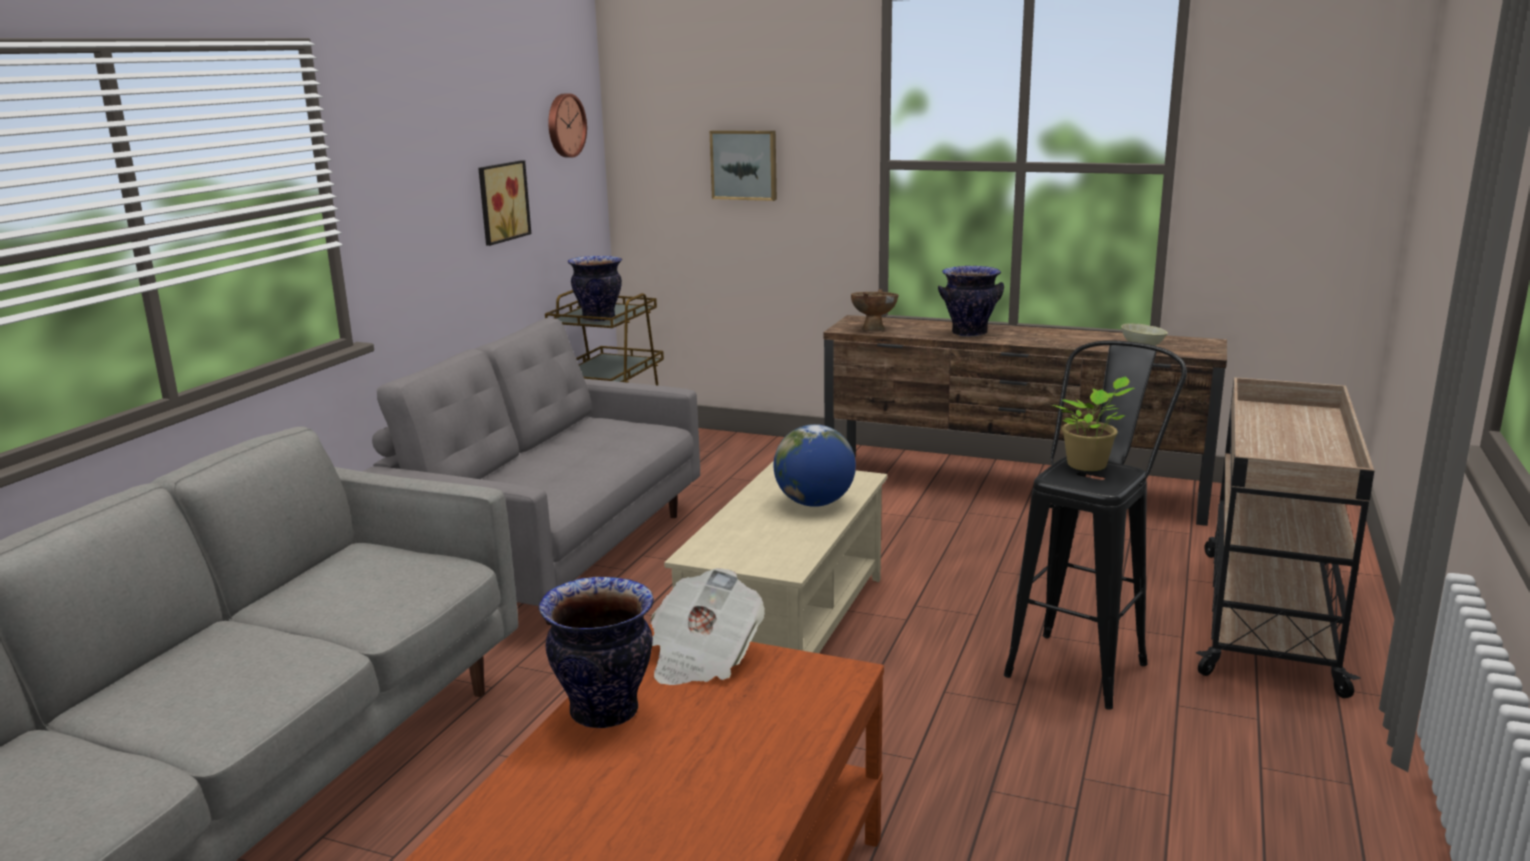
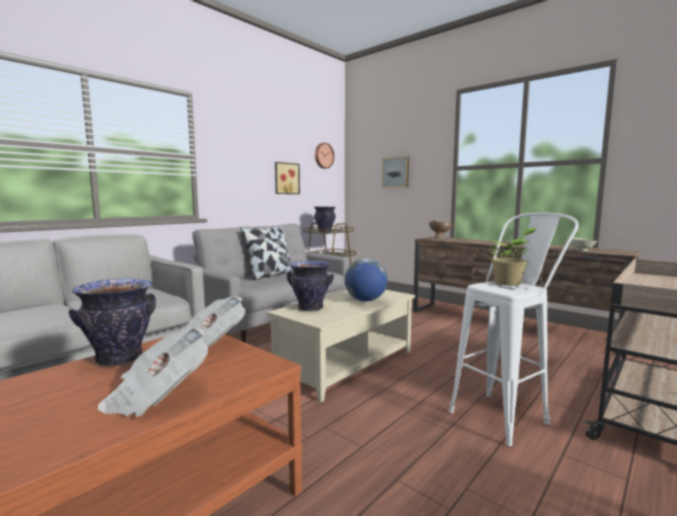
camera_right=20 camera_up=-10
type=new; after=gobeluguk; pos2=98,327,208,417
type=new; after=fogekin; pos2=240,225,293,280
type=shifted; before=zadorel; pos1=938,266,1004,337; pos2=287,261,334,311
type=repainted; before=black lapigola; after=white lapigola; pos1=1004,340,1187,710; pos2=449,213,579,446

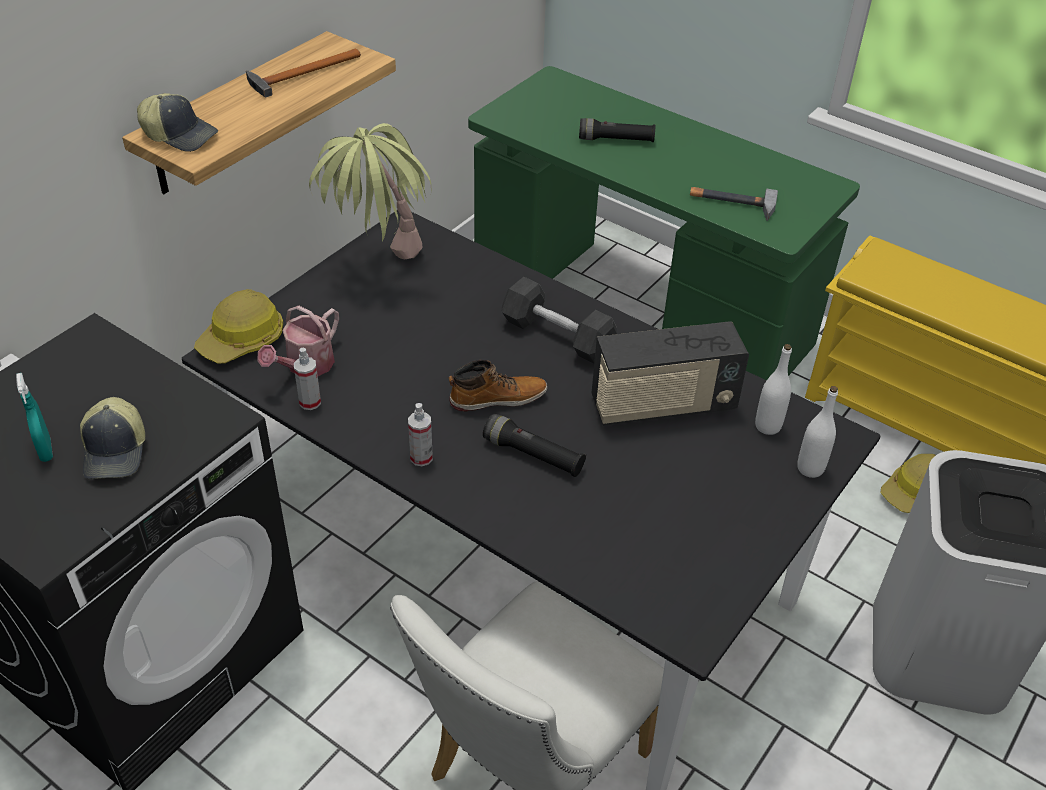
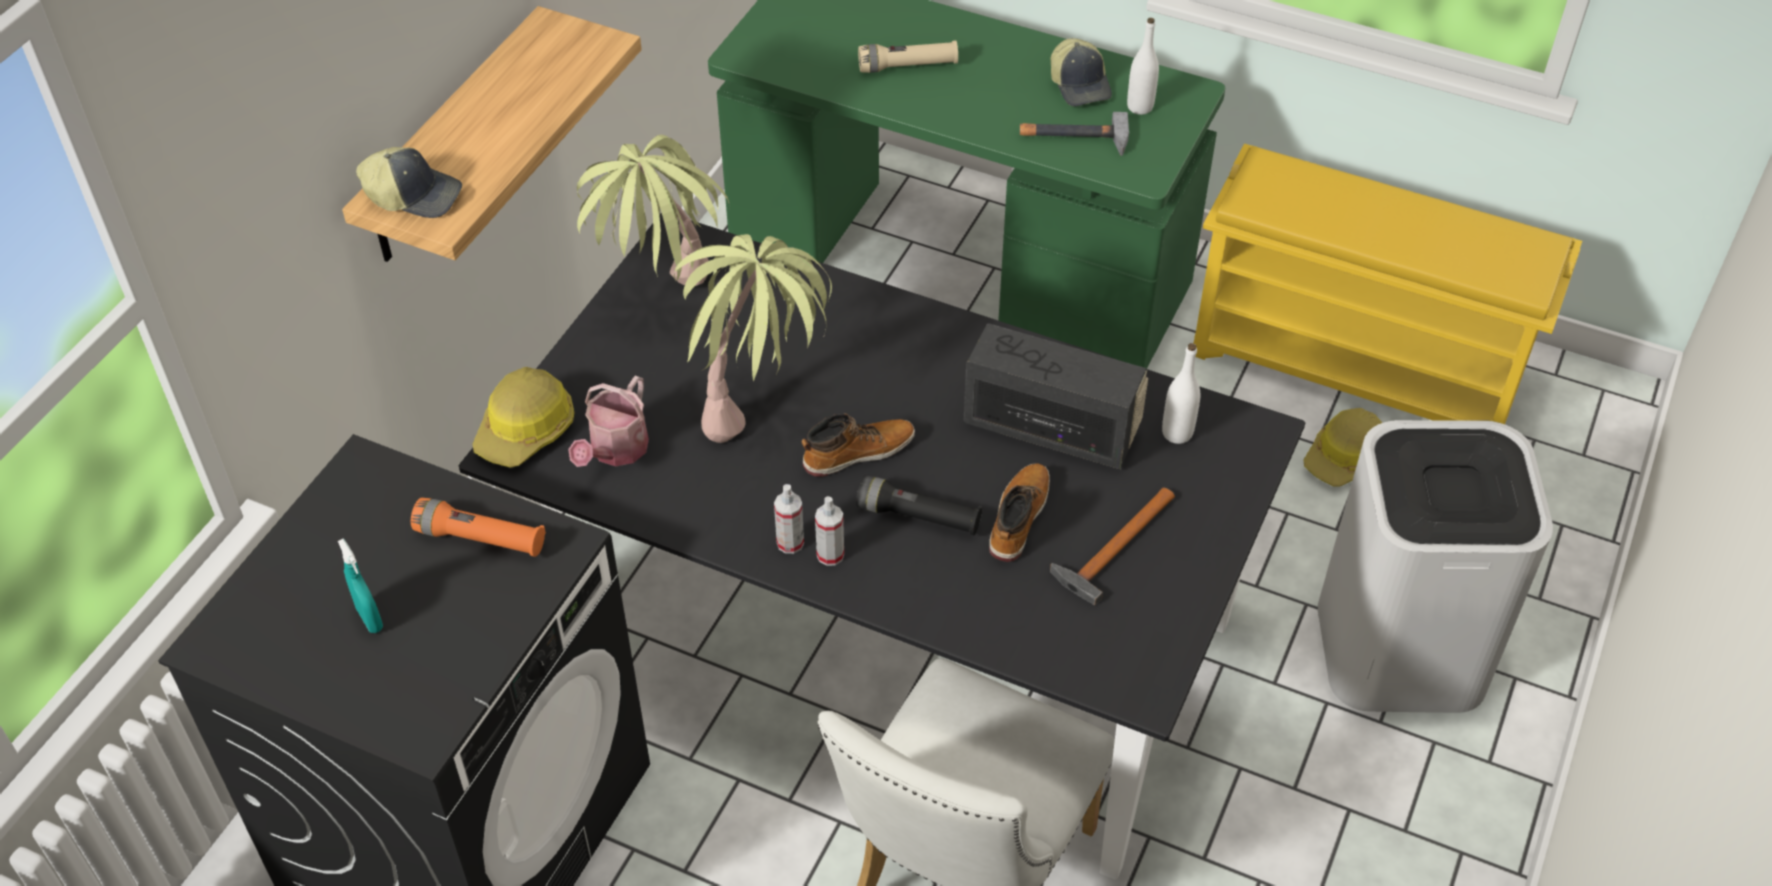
camera_right=-10 camera_up=5
type=gone; before=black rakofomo; pos1=501,277,617,363
type=new; after=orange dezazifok; pos2=411,498,546,557
type=new; after=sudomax; pos2=674,234,832,443
type=new; after=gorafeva; pos2=989,463,1050,562
type=shifted; before=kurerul; pos1=80,397,145,479; pos2=1051,38,1112,106
type=shifted; before=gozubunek; pos1=246,48,361,98; pos2=1050,488,1175,605
type=shifted; before=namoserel; pos1=294,348,321,410; pos2=815,496,844,566
type=shifted; before=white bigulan; pos1=797,386,838,478; pos2=1127,18,1159,115
type=repainted; before=black dezazifok; after=beige dezazifok; pos1=579,118,655,142; pos2=858,41,958,73
type=rotated; before=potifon; pos1=592,321,749,426; pos2=964,324,1148,469; turn=-135

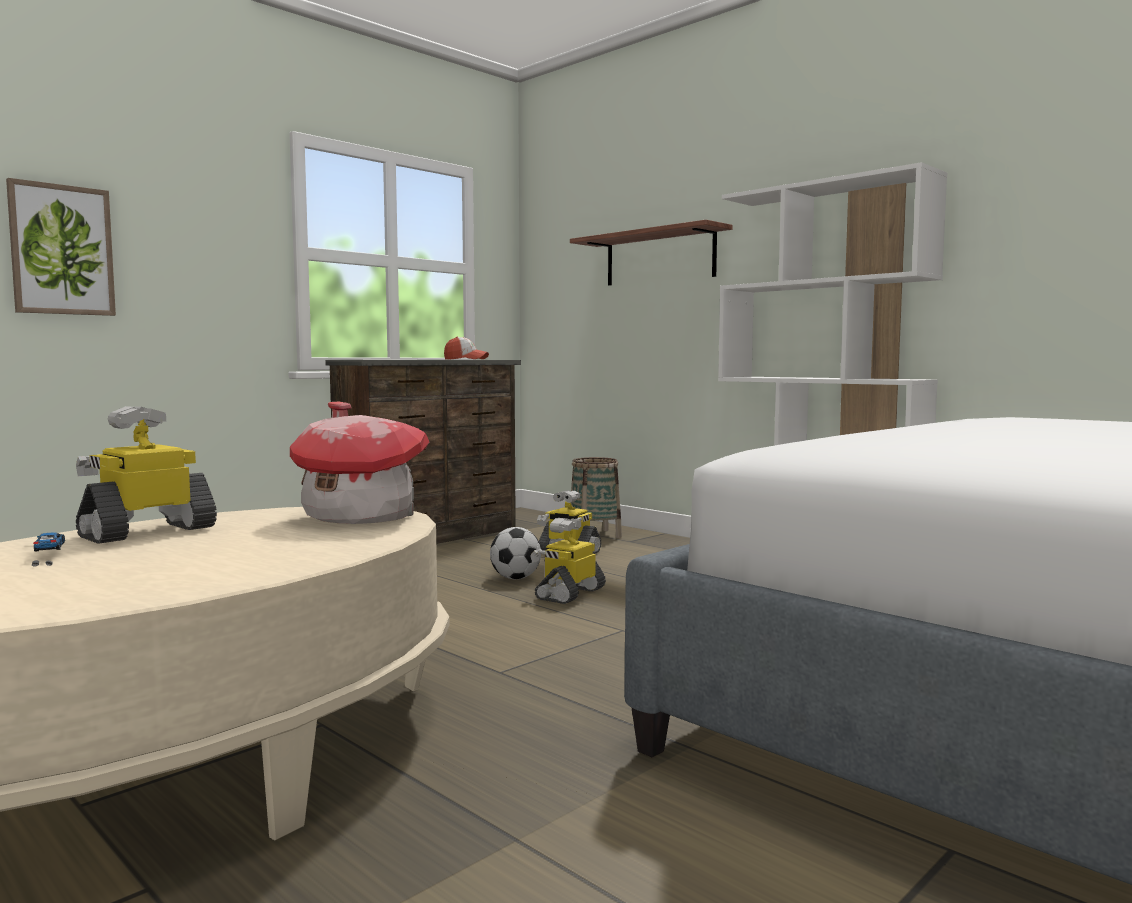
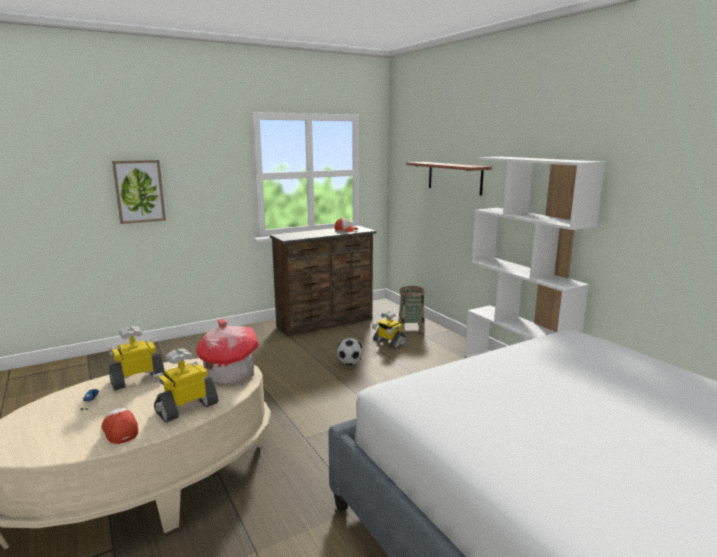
camera_right=15 camera_up=10
type=new; after=kurerul; pos2=101,408,138,444
type=shifted; before=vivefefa; pos1=530,518,606,604; pos2=152,349,218,422

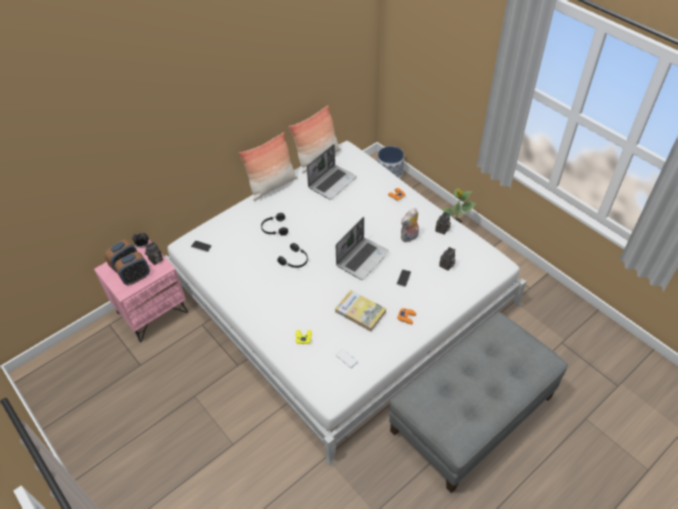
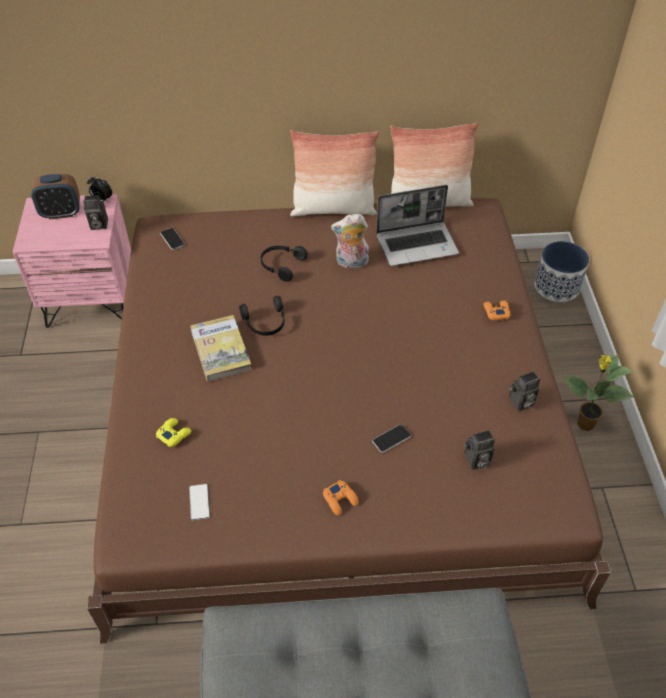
camera_right=35 camera_up=0
type=gone; before=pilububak; pos1=115,252,150,285
type=gone; before=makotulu; pos1=336,217,389,280
type=shifted; before=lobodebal; pos1=335,290,386,331; pos2=190,315,252,382
type=shifted; before=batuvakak; pos1=401,208,419,242; pos2=331,213,369,268
type=repainted; before=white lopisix; after=brown lopisix; pos1=165,141,527,466; pos2=87,198,611,644

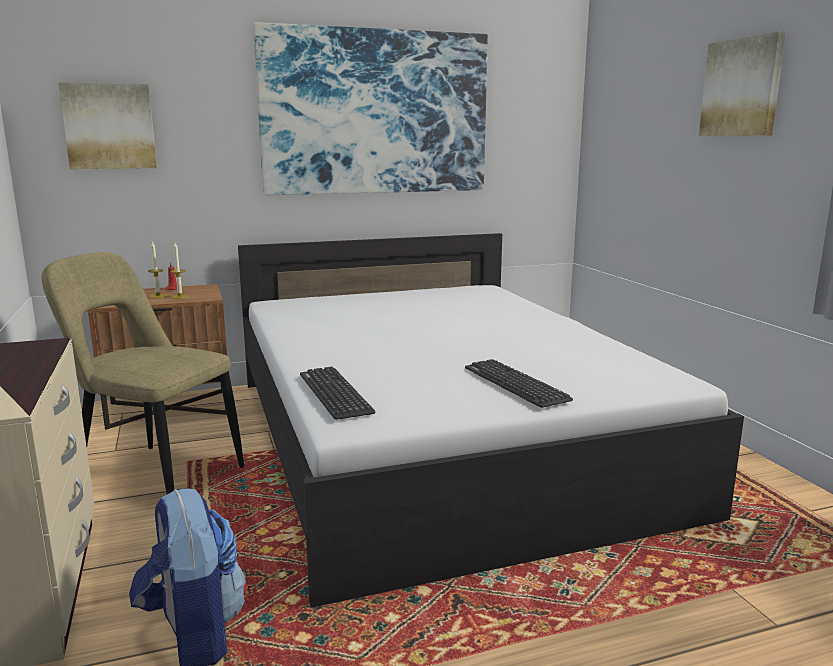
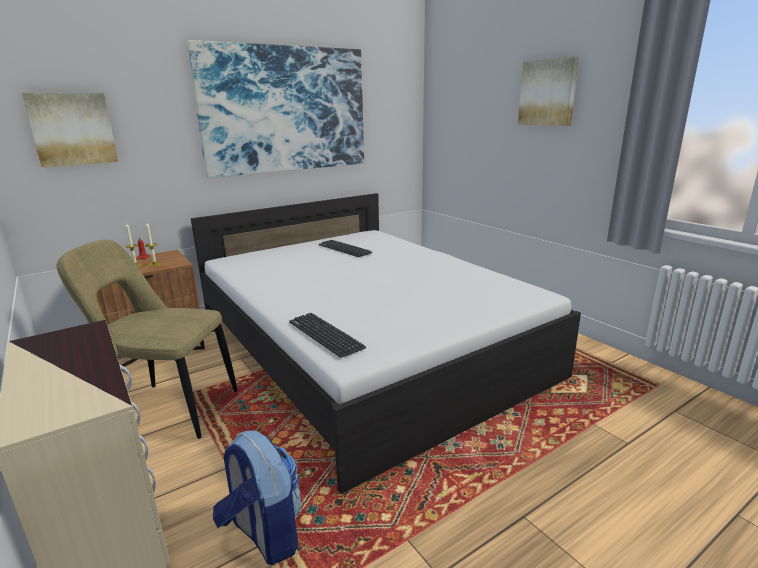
camera_right=-15 camera_up=5
type=shifted; before=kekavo; pos1=465,359,573,408; pos2=319,240,372,257

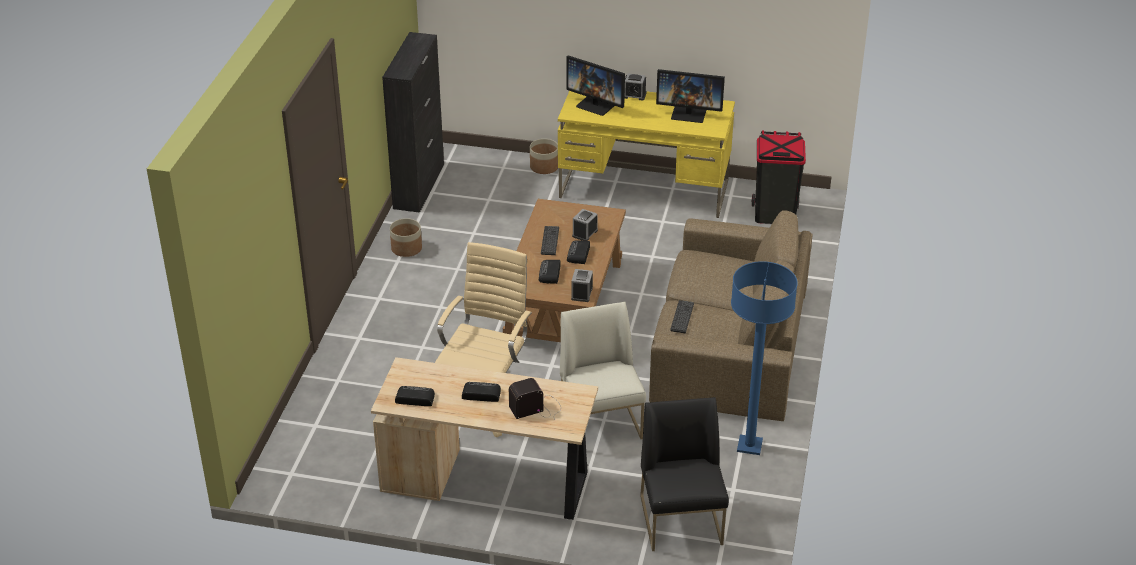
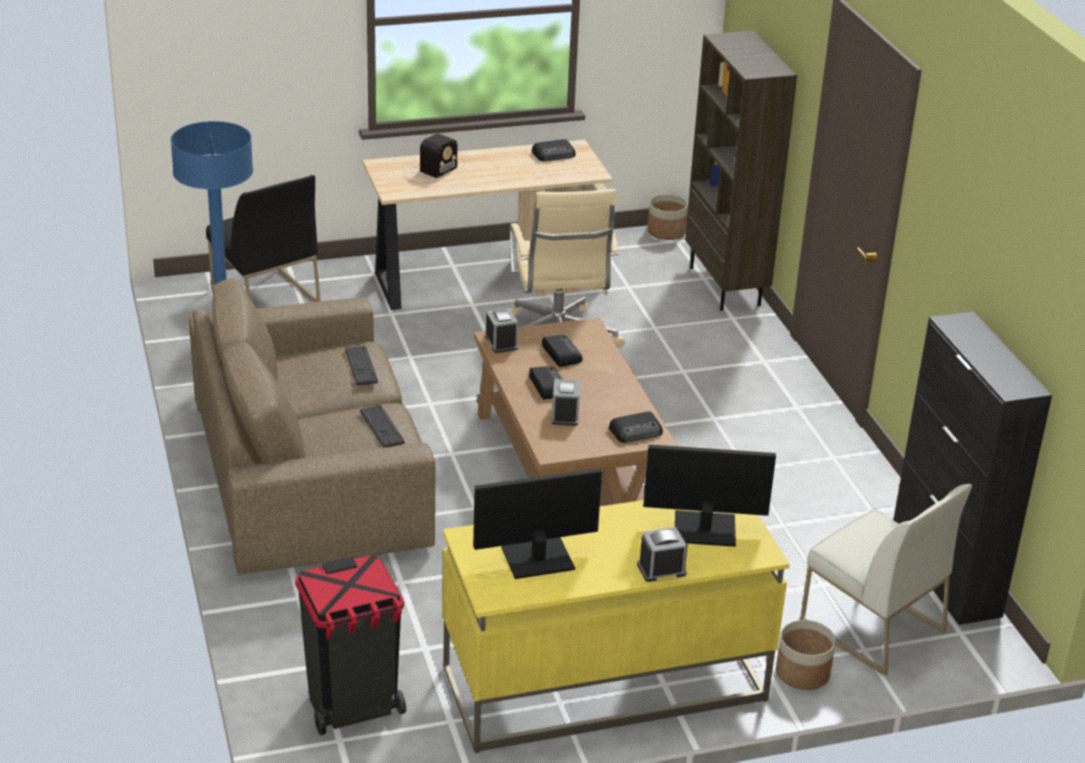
camera_right=150 camera_up=-5
type=new; after=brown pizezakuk; pos2=685,31,797,311
type=shifted; before=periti; pos1=390,218,422,257; pos2=647,194,688,240
type=shifted; before=potifon; pos1=462,382,501,402; pos2=609,411,663,443
type=shifted; before=kekavo; pos1=541,226,559,255; pos2=360,405,405,448
type=shifted; before=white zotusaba; pos1=560,302,646,439; pos2=800,484,972,676

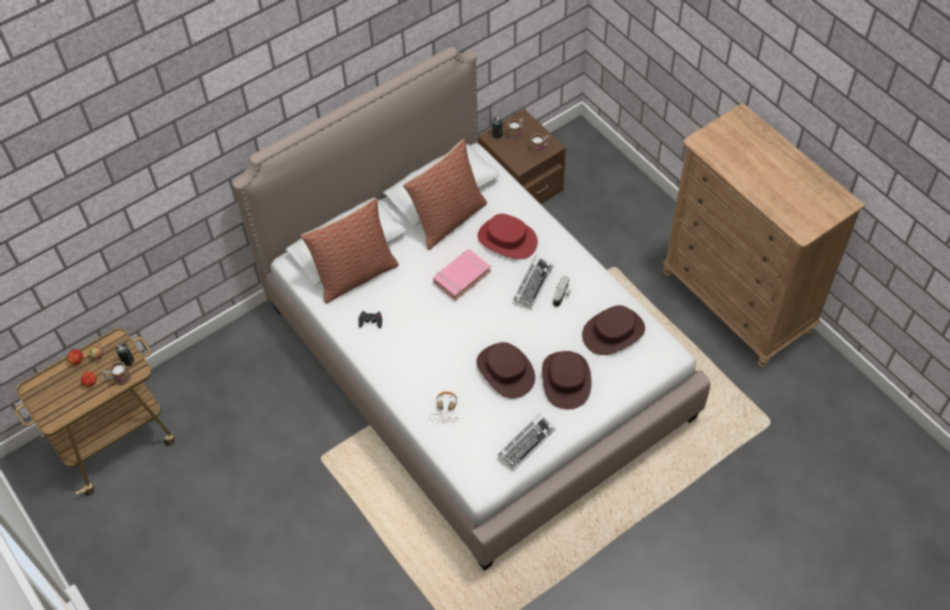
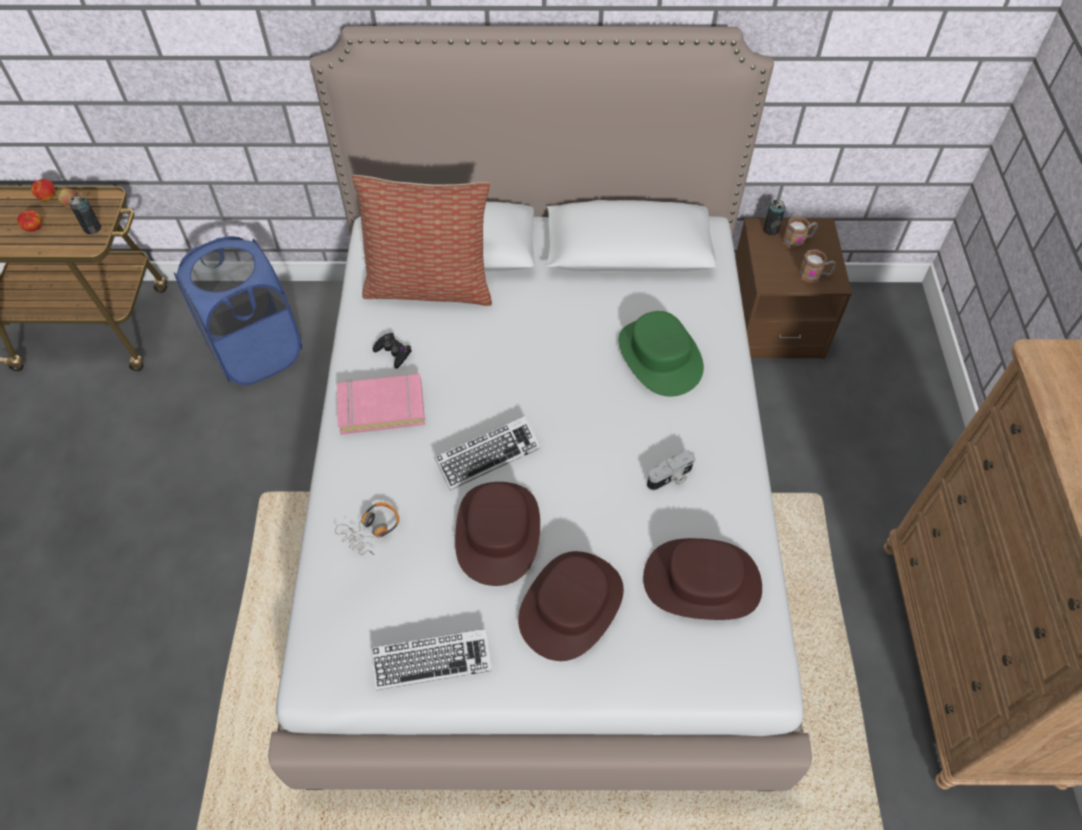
camera_right=35 camera_up=0
type=gone; before=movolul; pos1=103,361,131,385
type=gone; before=fogekin; pos1=403,139,487,250
type=new; after=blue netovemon; pos2=174,236,302,385
type=shifted; before=pink lobodebal; pos1=433,249,491,301; pos2=337,373,425,435
type=shifted; before=kekavo; pos1=513,255,554,310; pos2=434,416,540,490
type=repainted; before=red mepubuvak; after=green mepubuvak; pos1=478,214,538,259; pos2=618,311,704,397

